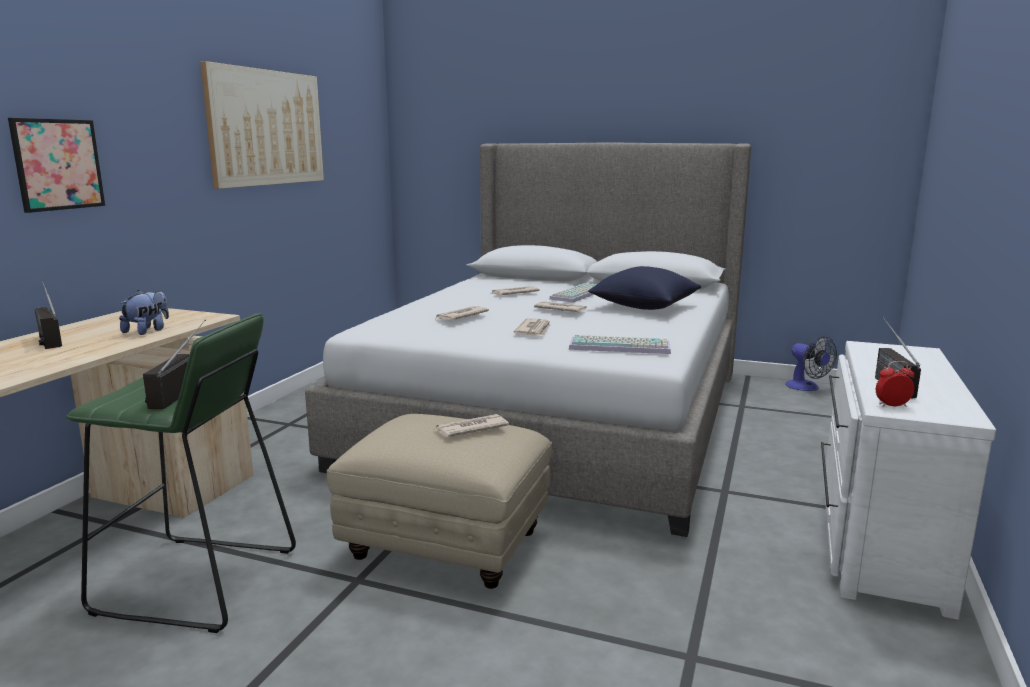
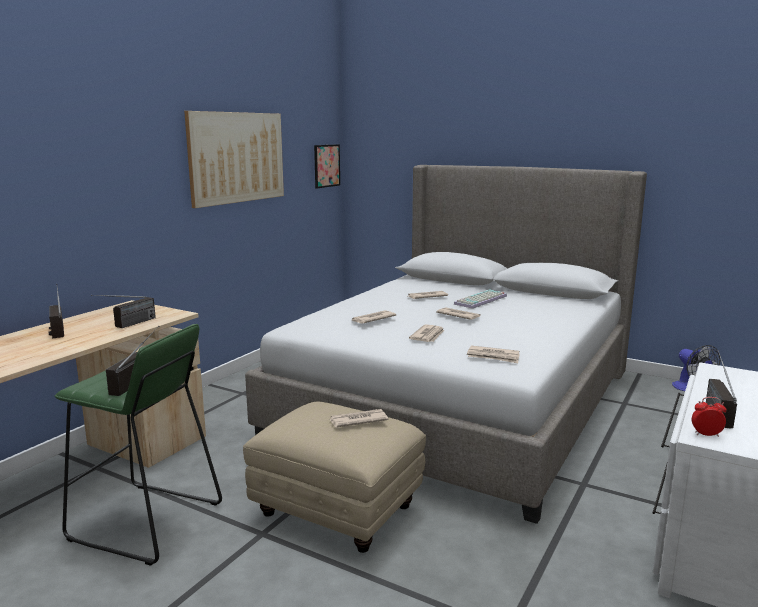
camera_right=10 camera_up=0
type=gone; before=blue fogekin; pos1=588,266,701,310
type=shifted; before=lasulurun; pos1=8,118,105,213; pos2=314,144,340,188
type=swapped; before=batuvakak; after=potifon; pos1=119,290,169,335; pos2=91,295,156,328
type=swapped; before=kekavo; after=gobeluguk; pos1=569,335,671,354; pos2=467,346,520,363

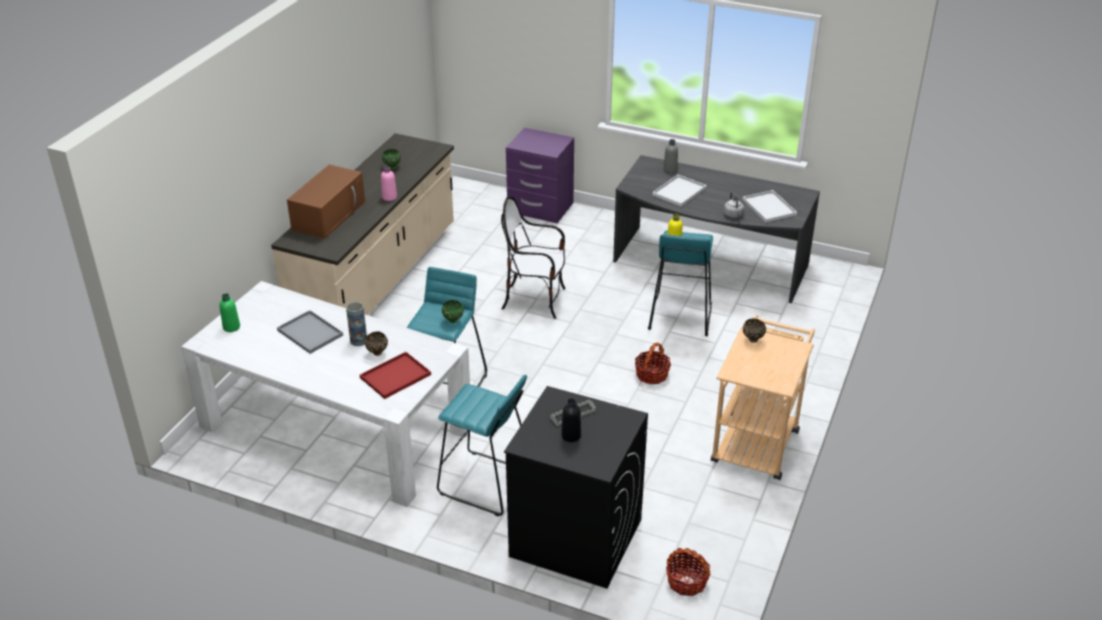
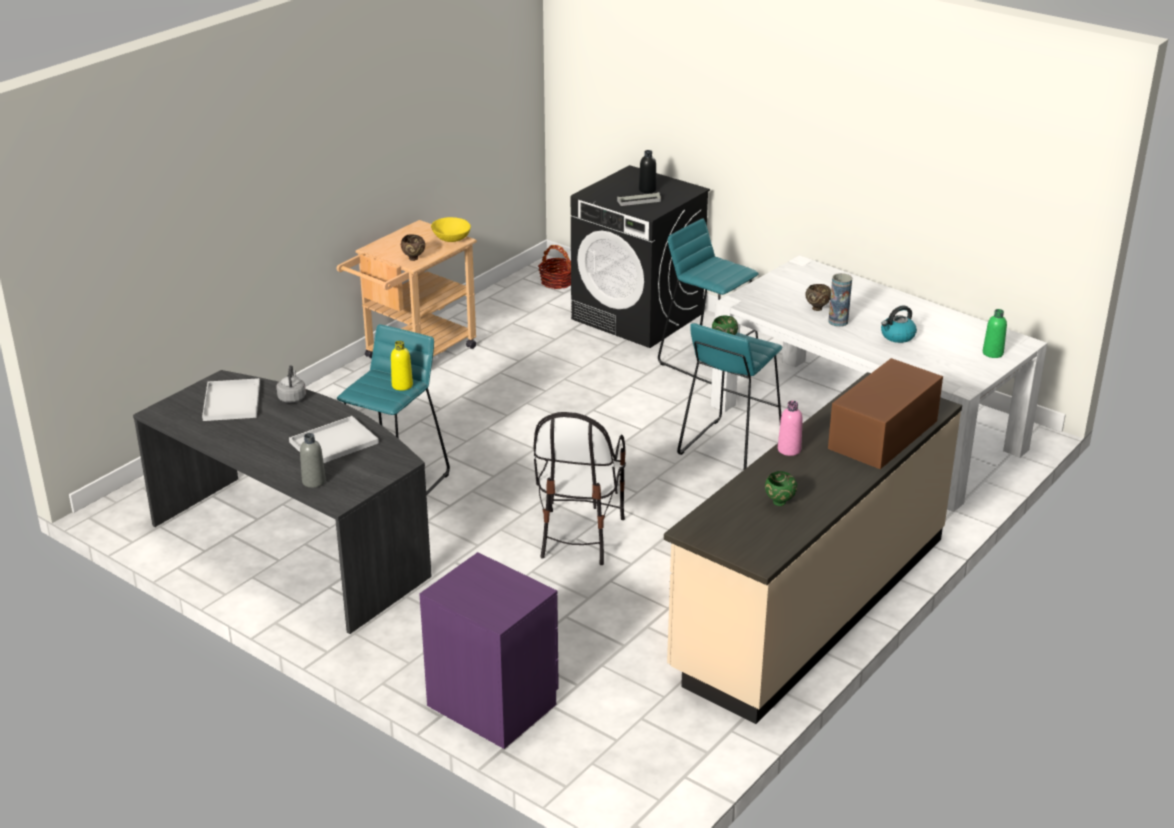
camera_right=-165 camera_up=-5
type=gone; before=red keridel; pos1=360,352,431,399
type=gone; before=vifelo; pos1=635,342,671,384
type=new; after=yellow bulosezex; pos2=431,217,471,242
type=swapped; before=grey keridel; after=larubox; pos1=277,310,343,354; pos2=881,305,917,343
type=rotated; before=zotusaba; pos1=501,196,566,319; pos2=533,412,626,565; turn=75

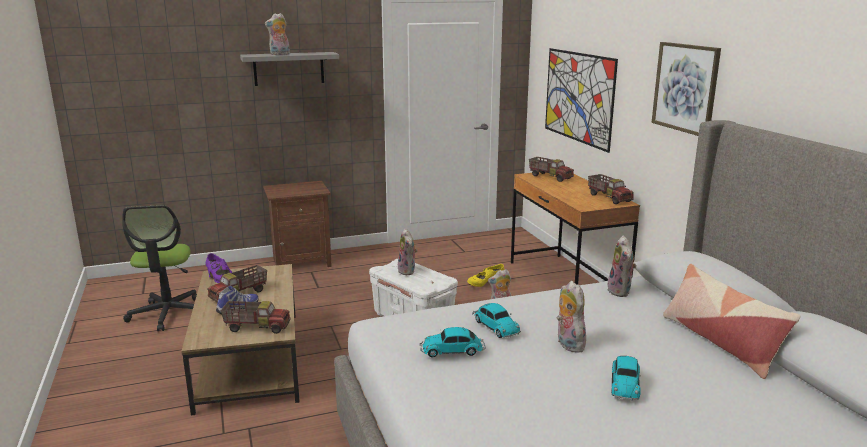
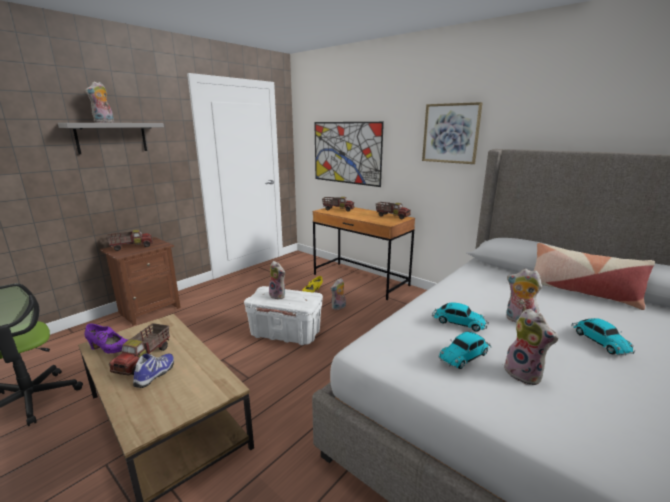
camera_right=-30 camera_up=0
type=shifted; before=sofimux; pos1=220,301,291,334; pos2=106,230,153,251
type=shifted; before=batuvakak; pos1=608,236,637,297; pos2=504,309,558,385

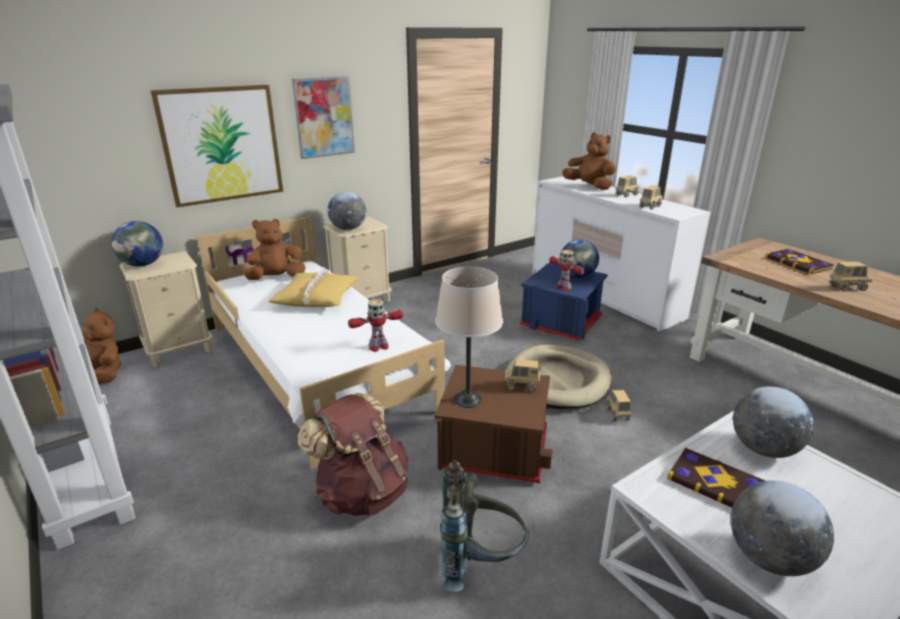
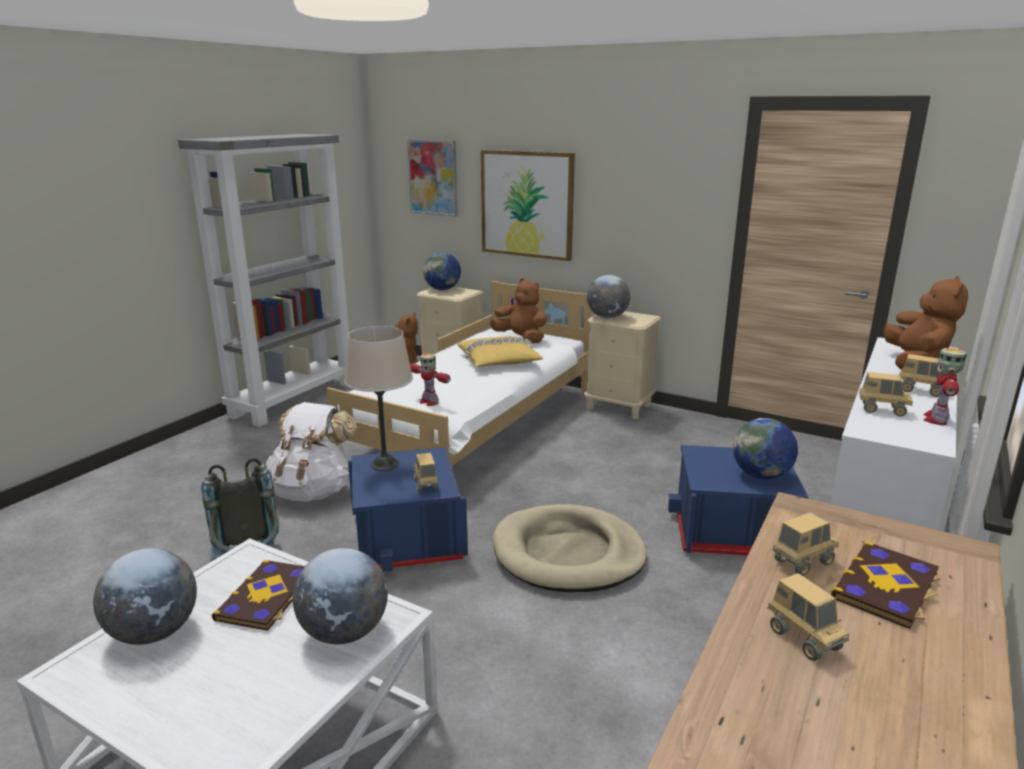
camera_right=65 camera_up=-5
type=shifted; before=lasulurun; pos1=292,76,355,159; pos2=407,139,458,217
type=shifted; before=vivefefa; pos1=549,250,585,291; pos2=923,348,967,425
type=shifted; before=sofimux; pos1=606,390,631,421; pos2=772,512,839,576
type=repainted; before=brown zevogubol; after=white zevogubol; pos1=298,393,408,516; pos2=266,402,357,502
type=repainted; before=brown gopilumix; after=blue gopilumix; pos1=435,365,553,483; pos2=348,447,468,572

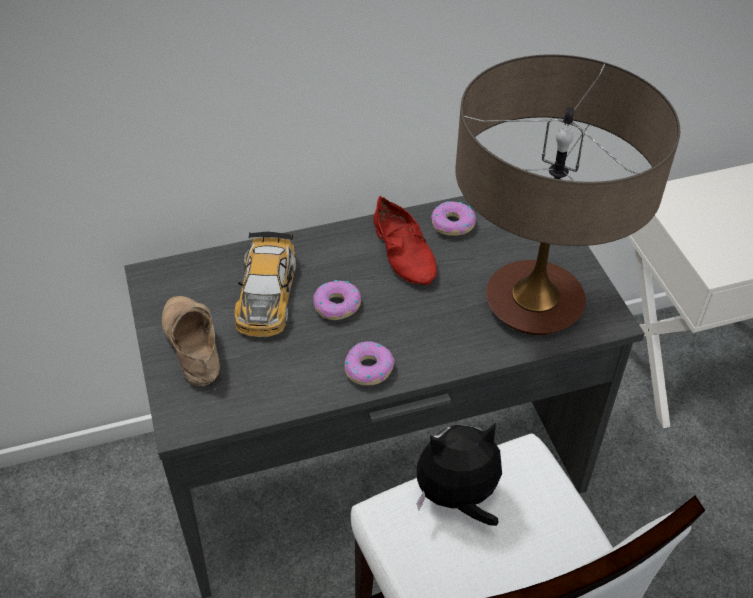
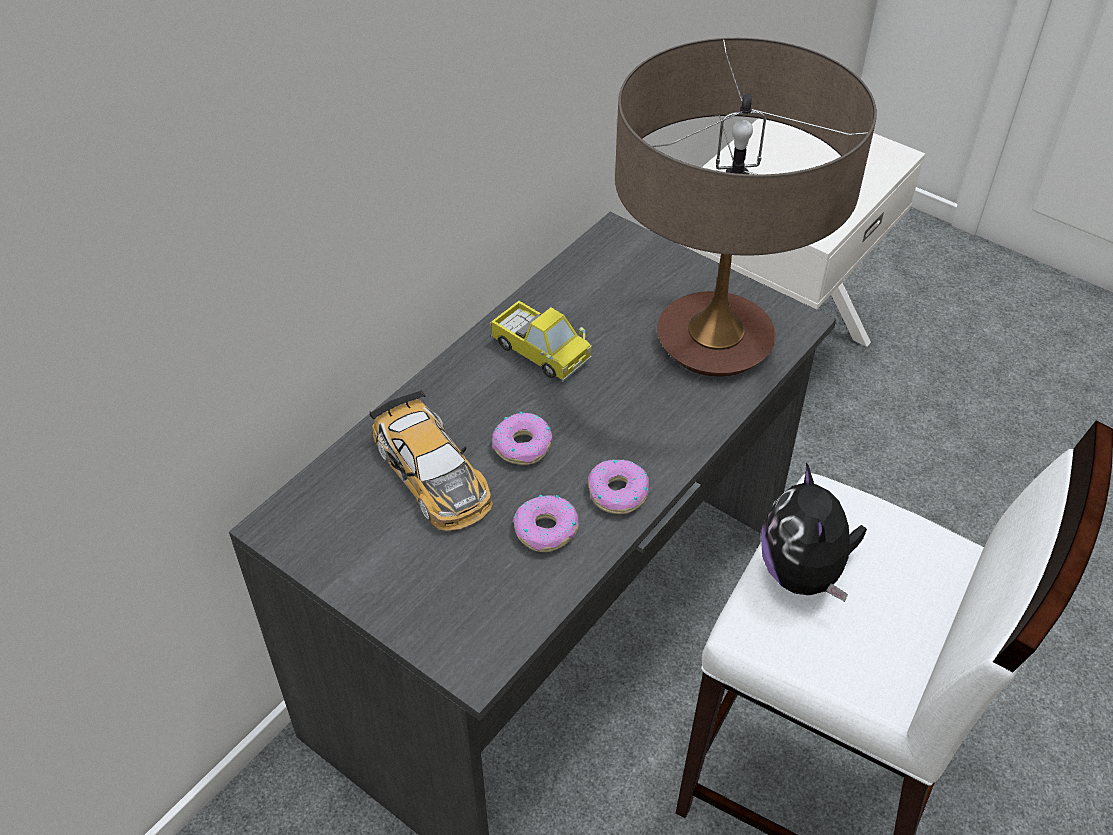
camera_right=-35 camera_up=0
type=gone; before=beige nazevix; pos1=162,296,220,387
type=shifted; before=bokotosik; pos1=431,201,476,236; pos2=513,495,578,552
type=swapped; before=red nazevix; after=sofimux; pos1=373,196,437,285; pos2=490,301,592,382
type=rotated; before=batuvakak; pos1=417,423,502,526; pos2=761,462,867,602; turn=-45

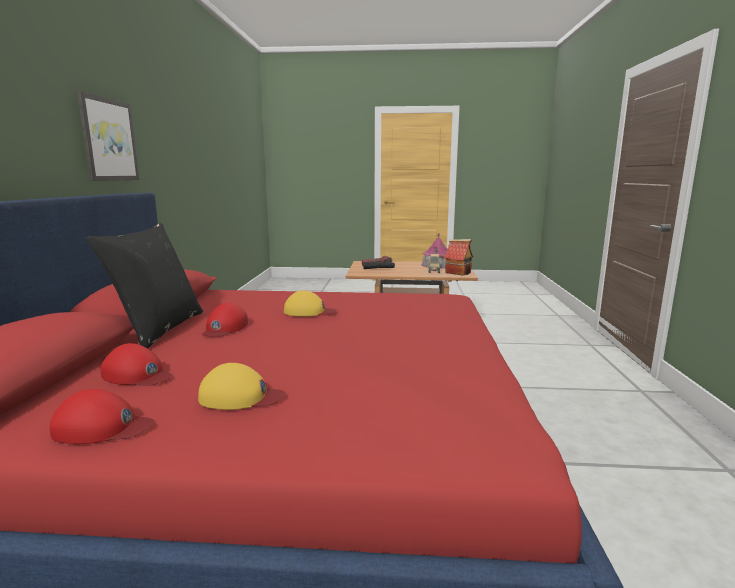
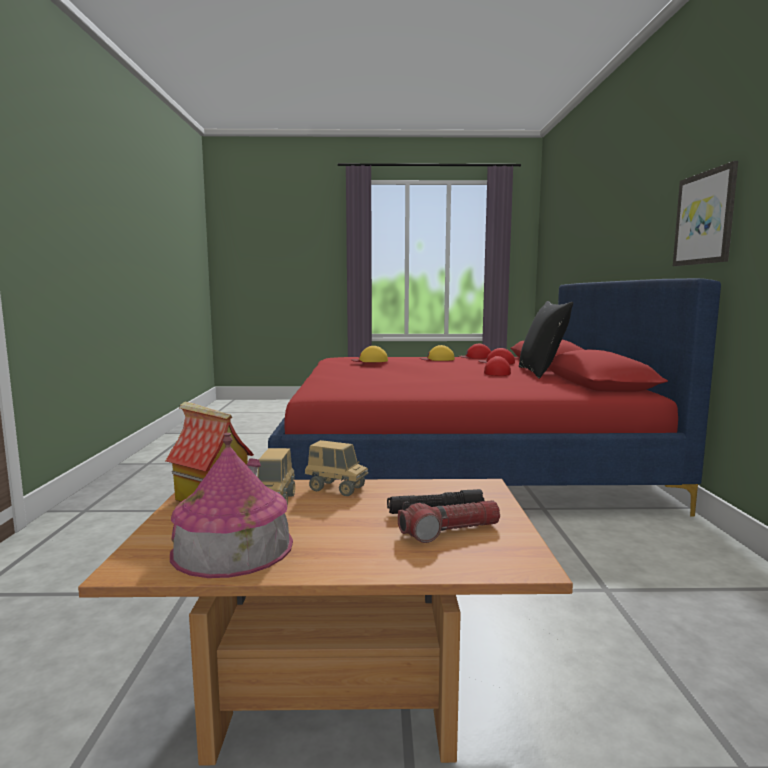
camera_right=175 camera_up=-5
type=new; after=sofimux; pos2=305,440,368,496
type=shifted; before=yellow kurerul; pos1=284,290,337,317; pos2=351,346,388,362

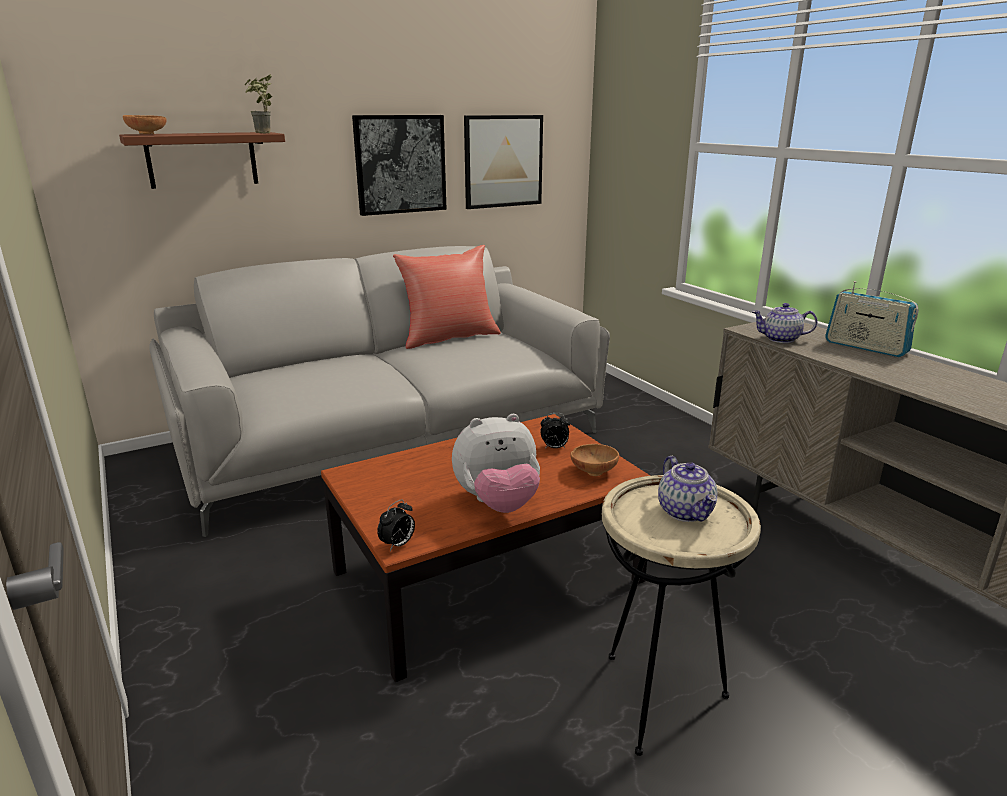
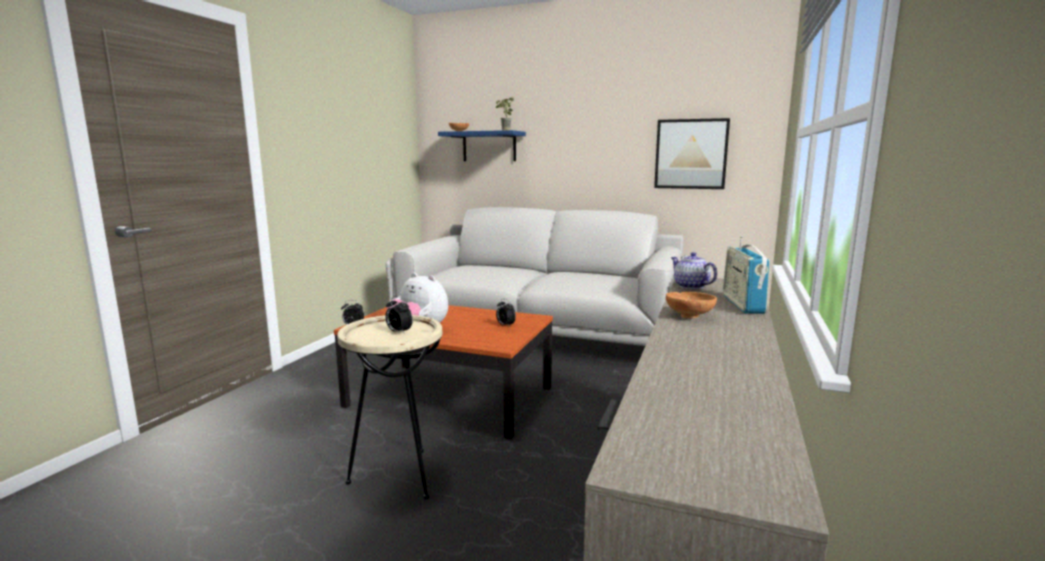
camera_right=50 camera_up=-10
type=gone; before=lasulurun; pos1=352,115,447,216
type=gone; before=red fogekin; pos1=393,245,501,349
type=shifted; before=brown bulosezex; pos1=571,444,619,476; pos2=666,292,717,318
type=swapped; before=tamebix; after=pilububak; pos1=658,456,718,522; pos2=385,296,413,335
type=repainted; before=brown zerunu; after=blue zerunu; pos1=119,132,285,189; pos2=438,130,526,161

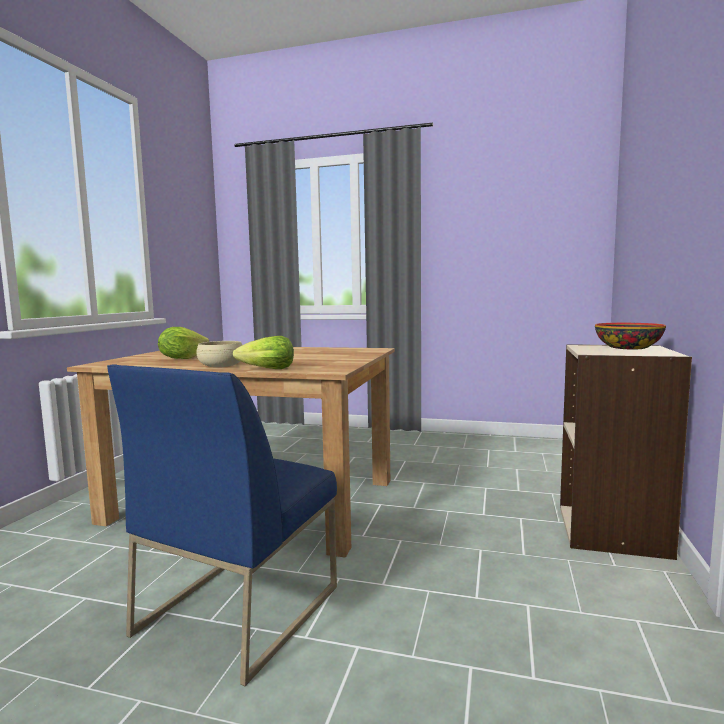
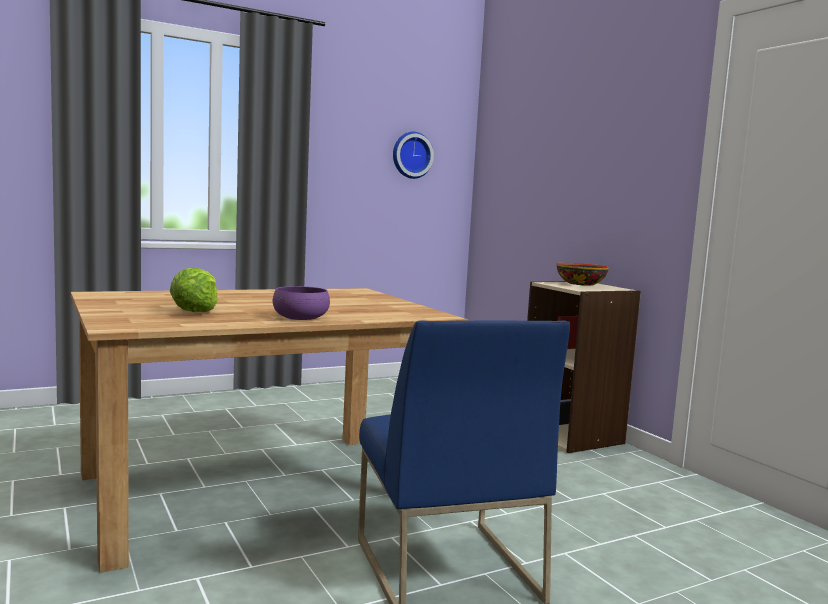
camera_right=-45 camera_up=0
type=gone; before=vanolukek; pos1=233,336,294,369
type=new; after=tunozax; pos2=393,132,434,179
type=repainted; before=beige bulosezex; after=purple bulosezex; pos1=196,341,242,367; pos2=273,286,330,320

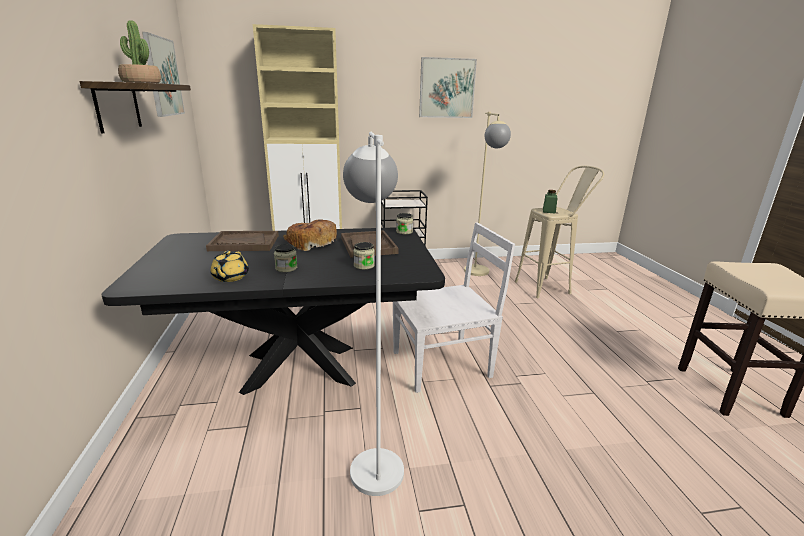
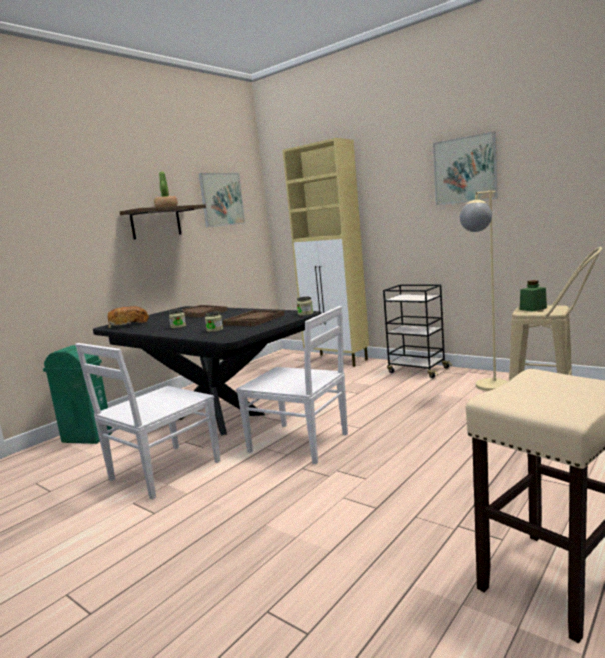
camera_right=50 camera_up=-10
type=gone; before=yellow tamebix; pos1=210,251,249,282
type=new; after=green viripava; pos2=43,345,112,444
type=shifted; before=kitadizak; pos1=283,220,337,251; pos2=107,306,149,328
type=swapped; before=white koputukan; after=white zotusaba; pos1=343,132,404,496; pos2=75,343,221,500

